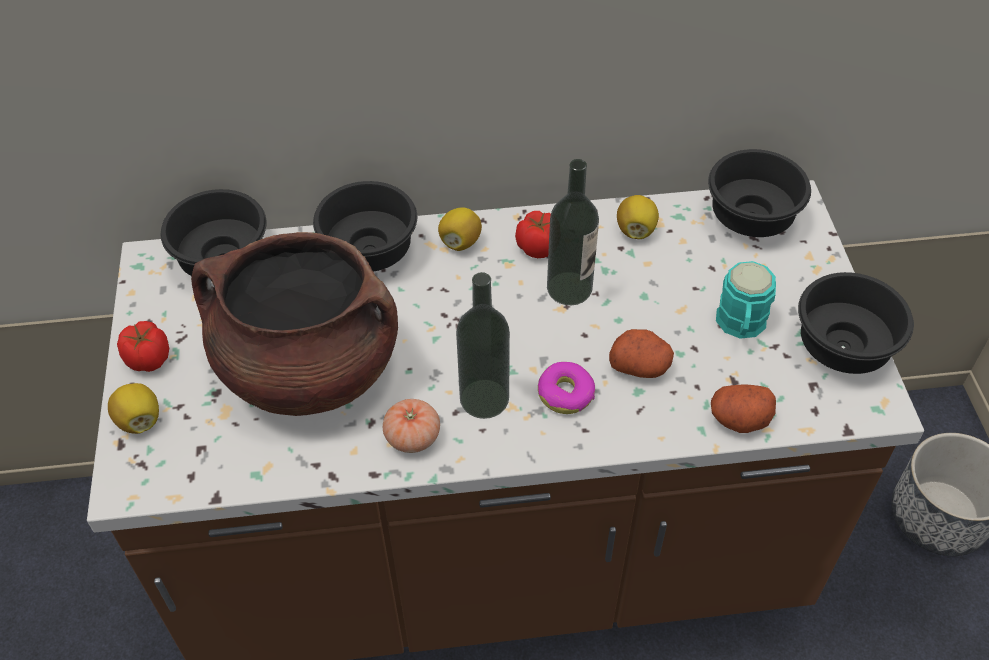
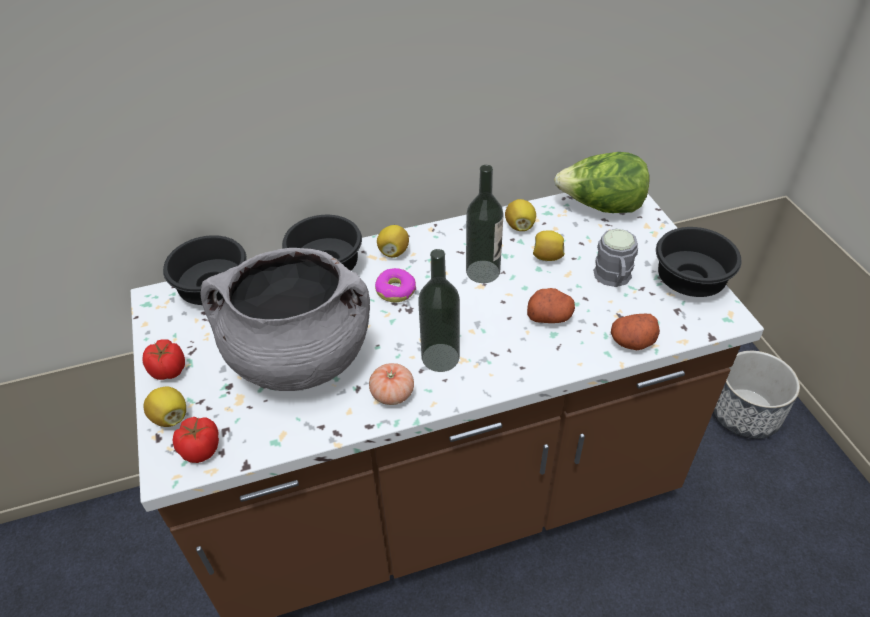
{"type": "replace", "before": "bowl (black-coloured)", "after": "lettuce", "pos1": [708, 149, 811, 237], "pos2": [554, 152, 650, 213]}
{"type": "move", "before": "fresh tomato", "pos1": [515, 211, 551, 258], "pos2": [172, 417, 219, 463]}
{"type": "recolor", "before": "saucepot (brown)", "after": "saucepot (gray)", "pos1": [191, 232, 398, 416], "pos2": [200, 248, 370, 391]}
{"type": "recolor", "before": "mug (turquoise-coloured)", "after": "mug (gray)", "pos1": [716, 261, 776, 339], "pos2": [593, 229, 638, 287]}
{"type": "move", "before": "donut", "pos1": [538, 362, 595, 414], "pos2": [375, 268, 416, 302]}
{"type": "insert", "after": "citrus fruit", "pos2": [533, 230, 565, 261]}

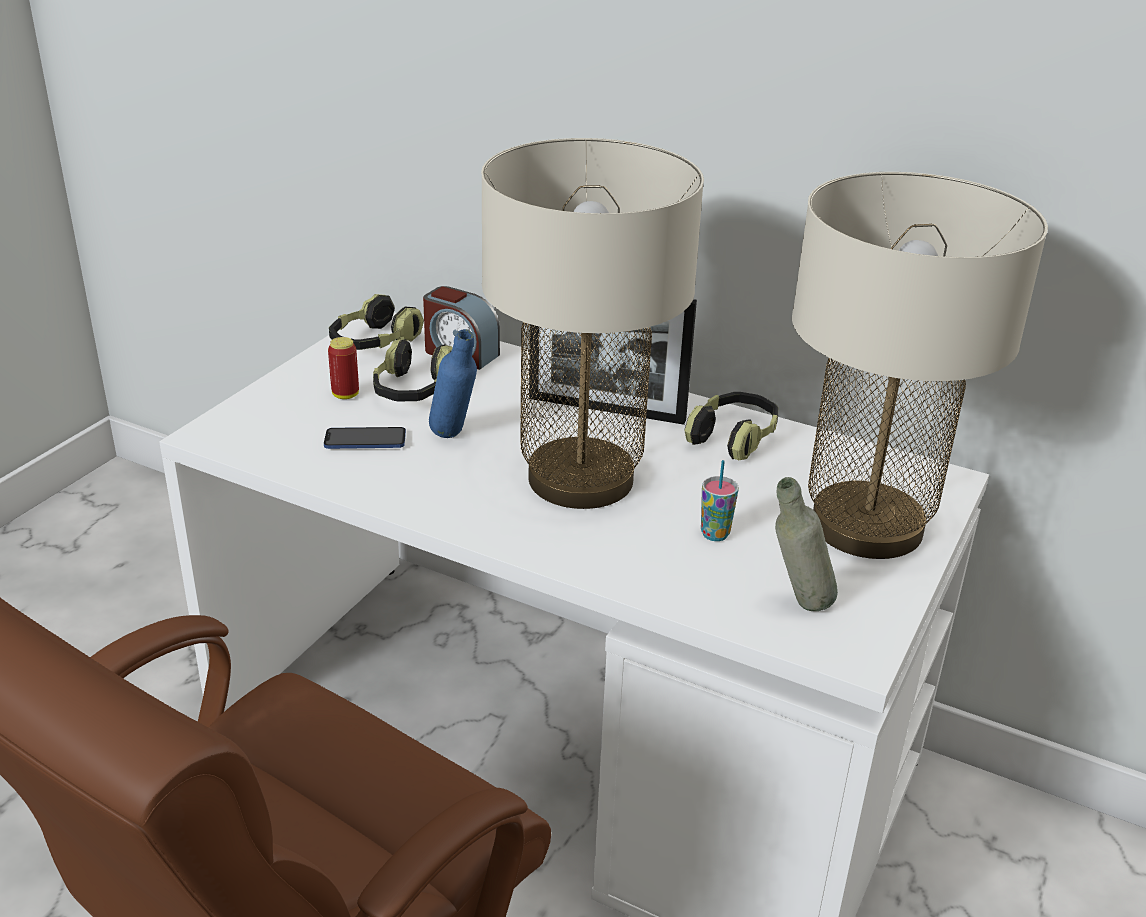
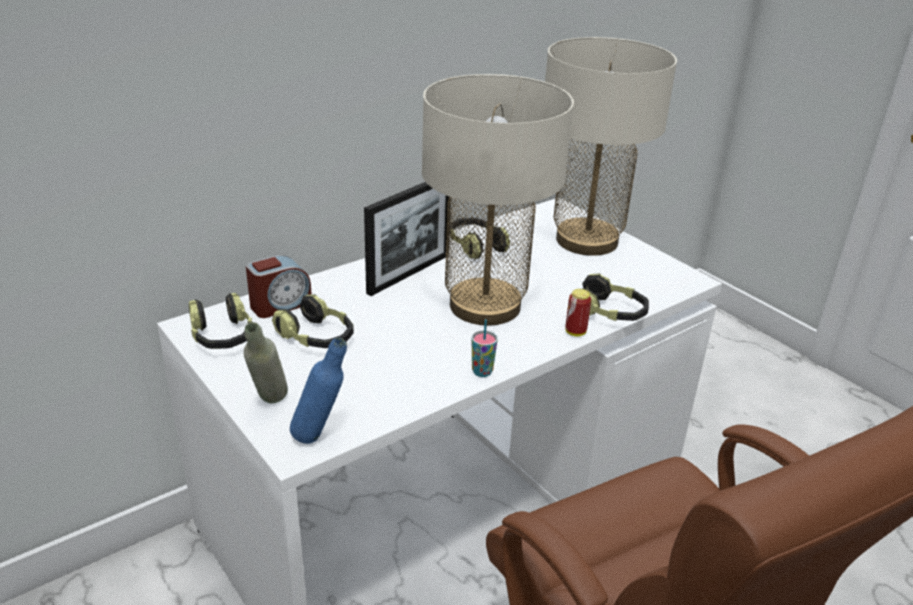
{"type": "move", "before": "beverage bottle (blue)", "pos1": [429, 329, 477, 438], "pos2": [290, 337, 347, 444]}
{"type": "move", "before": "sealed can", "pos1": [328, 337, 359, 399], "pos2": [565, 289, 591, 336]}
{"type": "delete", "before": "handset", "pos1": [324, 427, 406, 449]}
{"type": "move", "before": "drinking cup", "pos1": [701, 460, 739, 541], "pos2": [472, 319, 498, 377]}
{"type": "move", "before": "beverage bottle (gray)", "pos1": [775, 477, 838, 611], "pos2": [244, 322, 288, 403]}
{"type": "insert", "after": "pair of headphones", "pos2": [582, 273, 649, 321]}

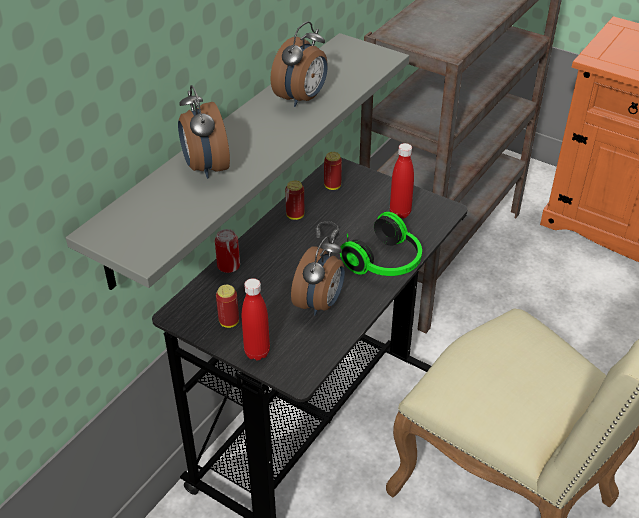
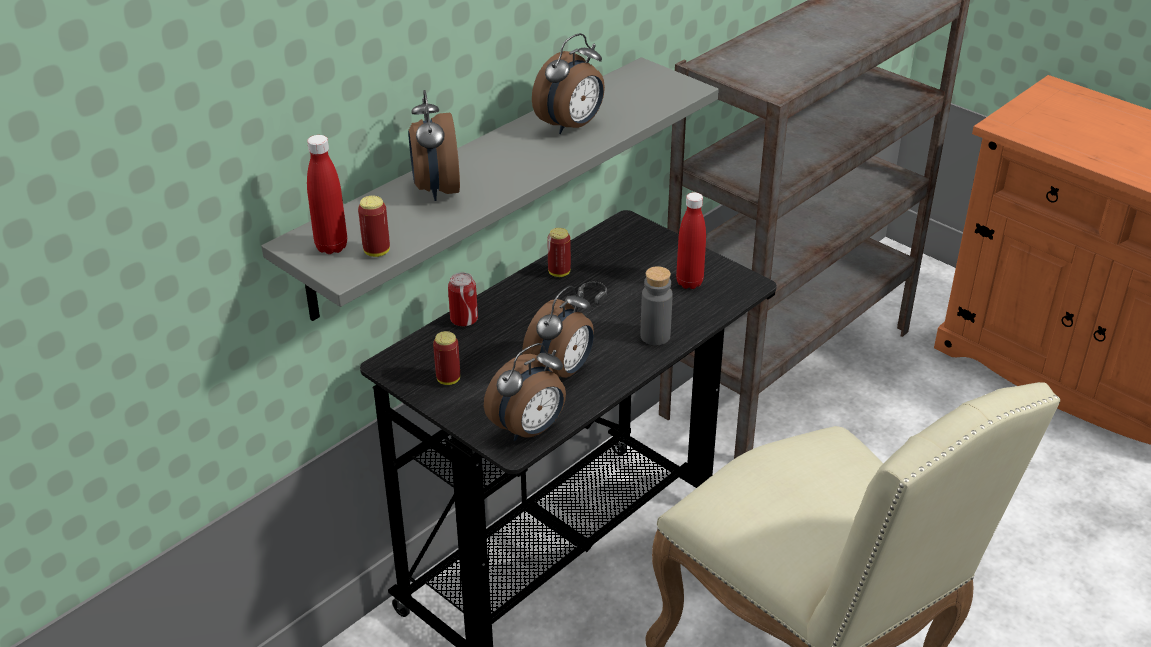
{"type": "move", "before": "sealed can", "pos1": [324, 152, 342, 190], "pos2": [358, 196, 390, 257]}
{"type": "replace", "before": "pair of headphones", "after": "beverage bottle (gray)", "pos1": [340, 212, 422, 276], "pos2": [641, 266, 673, 345]}
{"type": "move", "before": "beverage bottle (reddish)", "pos1": [242, 278, 270, 360], "pos2": [307, 135, 347, 254]}
{"type": "insert", "after": "table clock", "pos2": [484, 343, 566, 441]}

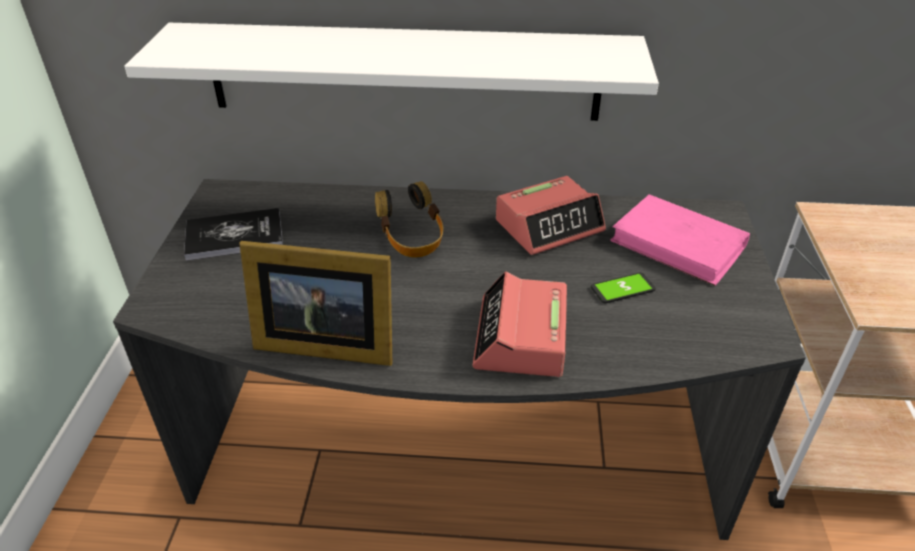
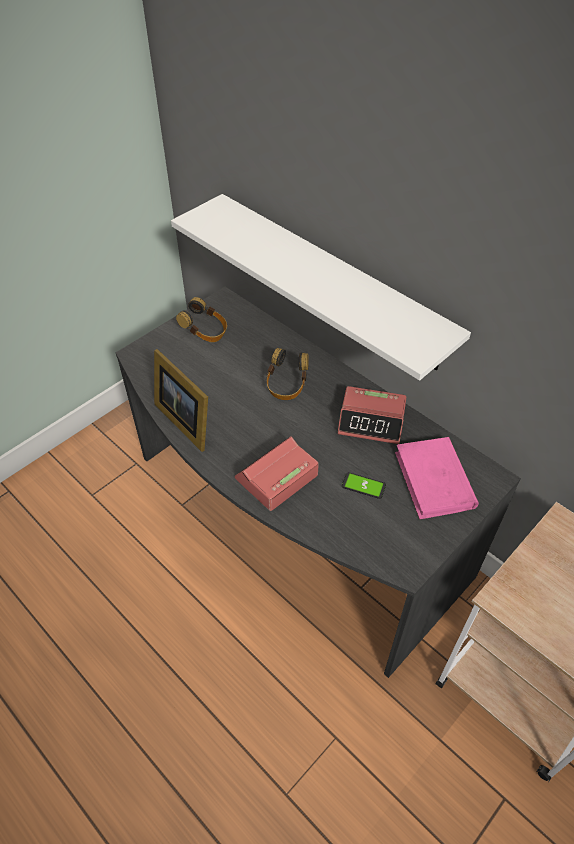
{"type": "replace", "before": "volume", "after": "pair of headphones", "pos1": [184, 208, 283, 261], "pos2": [176, 297, 227, 342]}

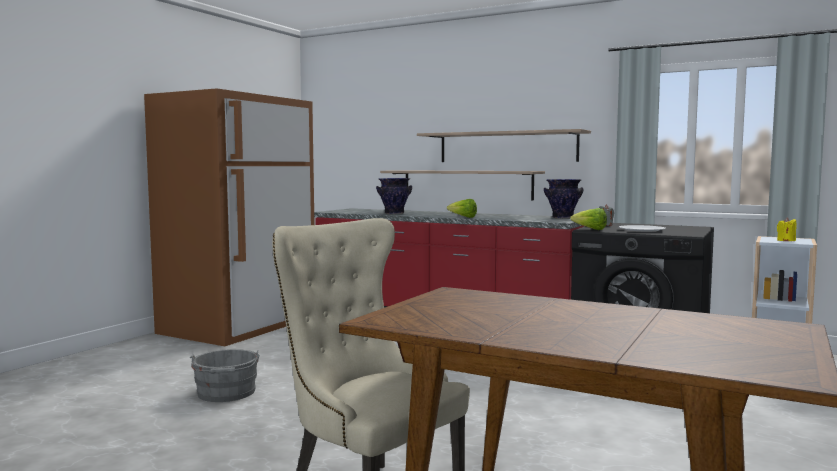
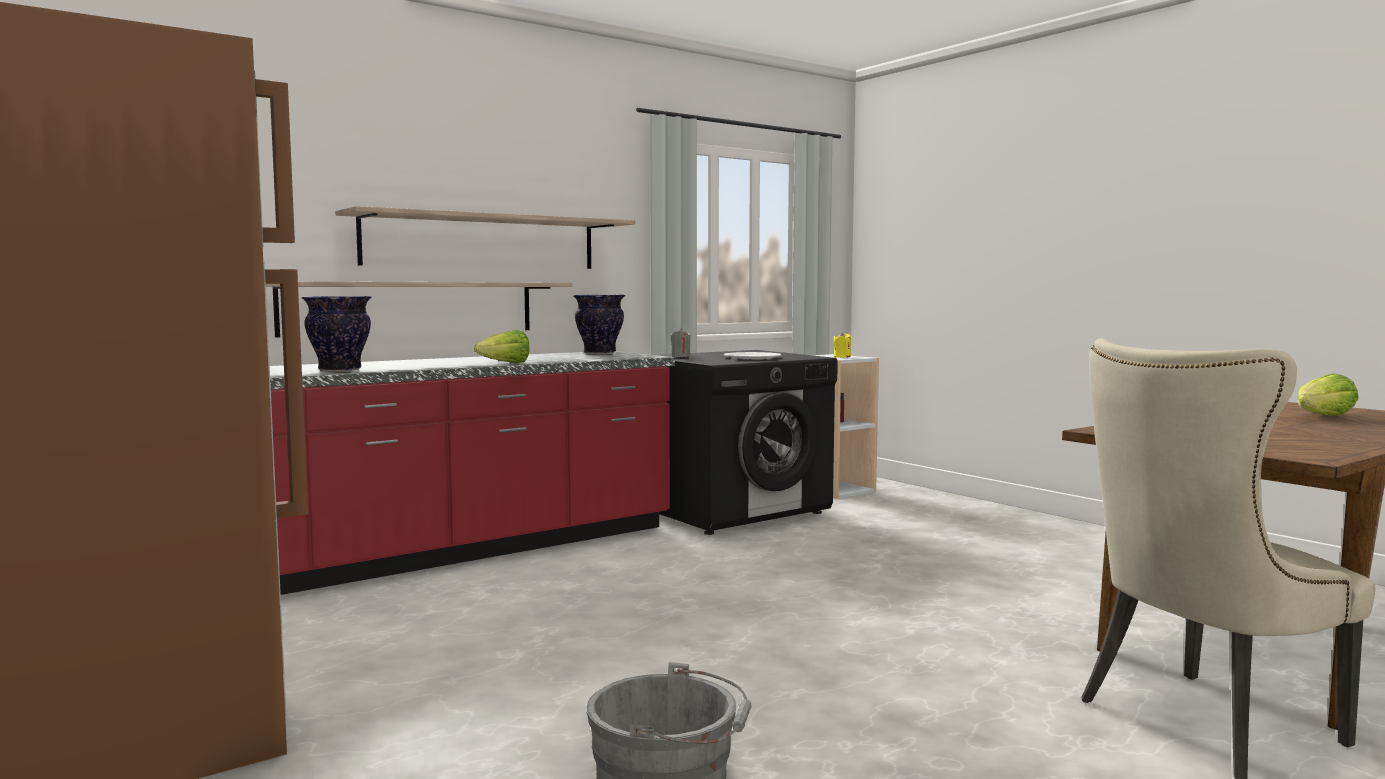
{"type": "move", "before": "lettuce", "pos1": [570, 208, 607, 230], "pos2": [1298, 373, 1359, 416]}

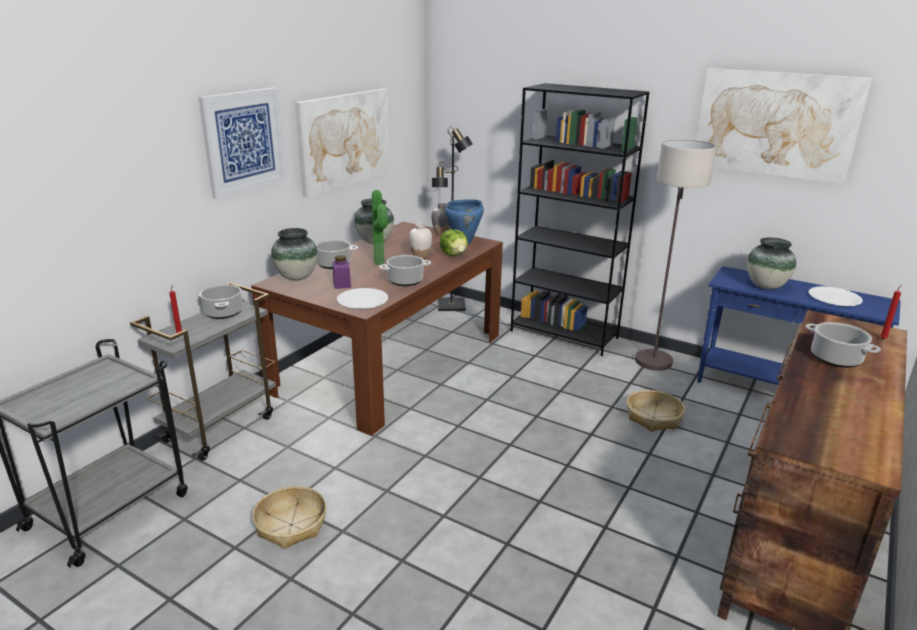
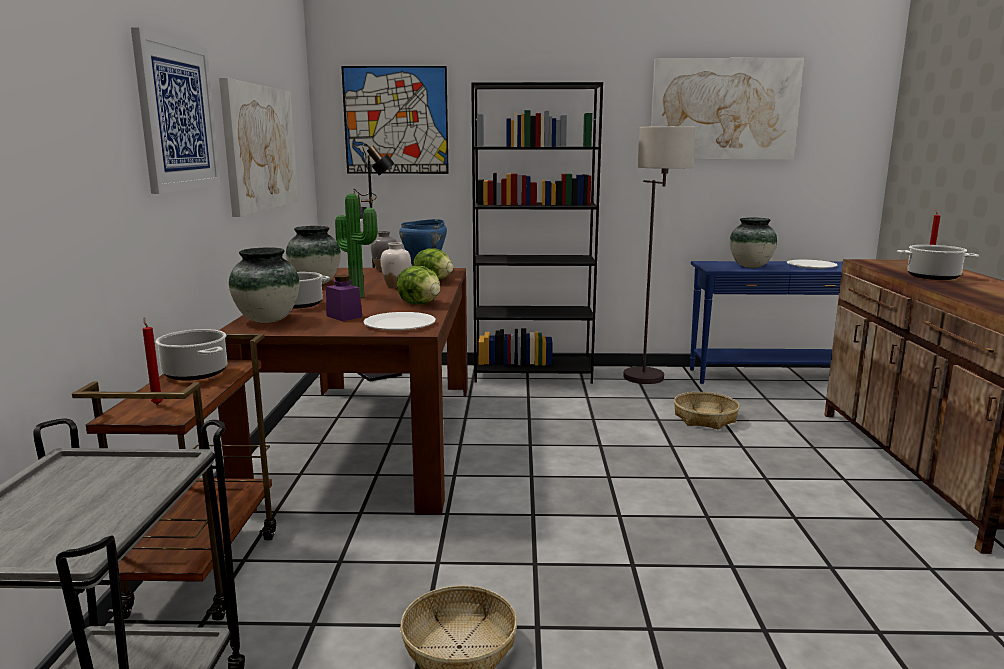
{"type": "replace", "before": "saucepot", "after": "lettuce", "pos1": [379, 255, 431, 286], "pos2": [397, 266, 440, 305]}
{"type": "recolor", "before": "cart (gray)", "after": "cart (brown)", "pos1": [130, 282, 276, 461], "pos2": [72, 333, 276, 621]}
{"type": "insert", "after": "wall art", "pos2": [341, 66, 449, 174]}

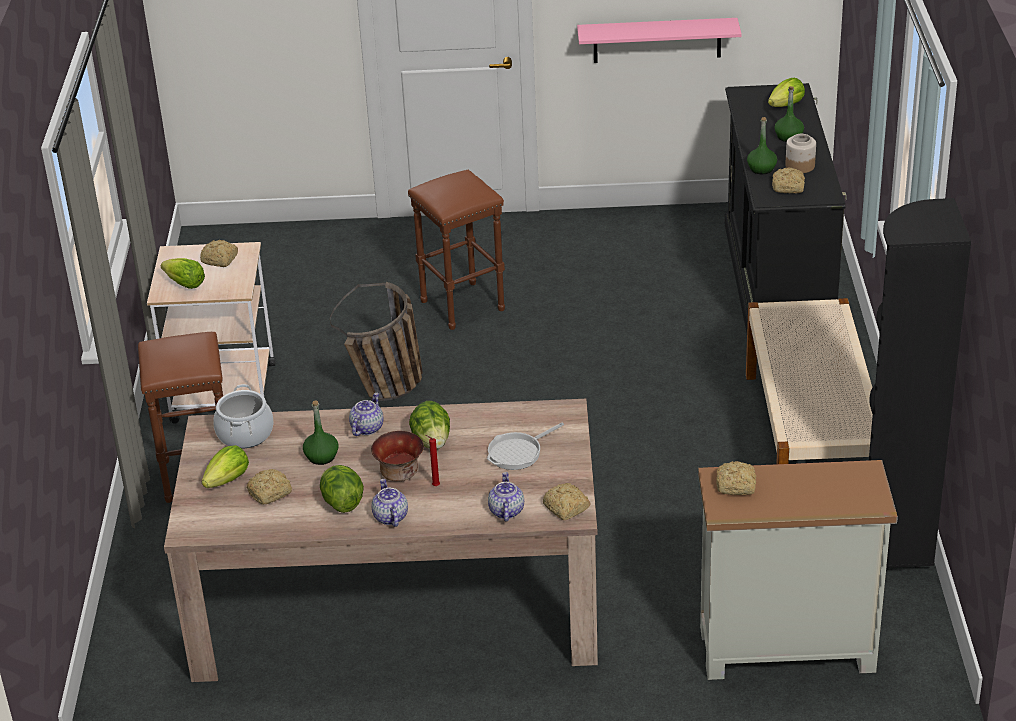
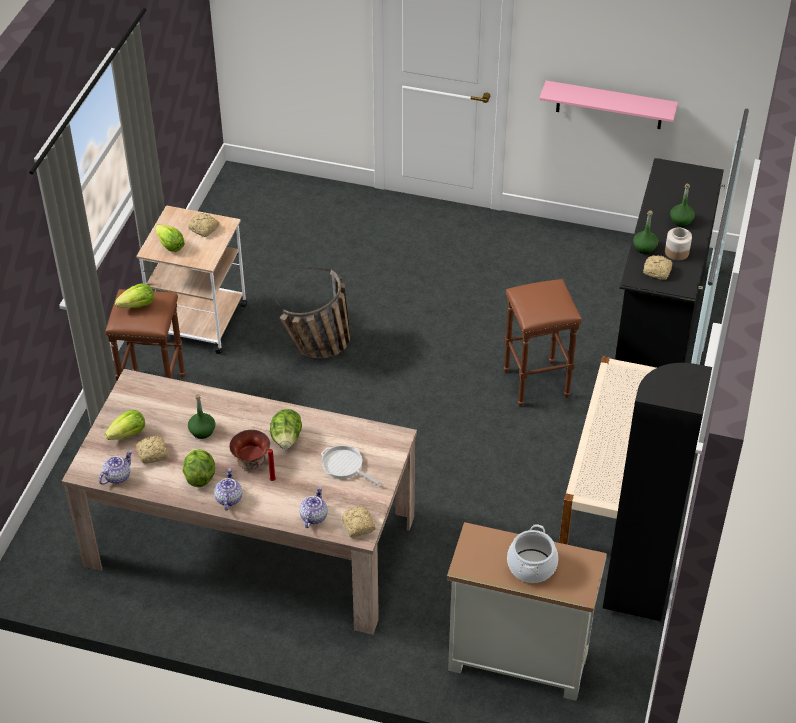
{"type": "move", "before": "lettuce", "pos1": [768, 78, 805, 107], "pos2": [115, 283, 154, 308]}
{"type": "move", "before": "sitting stool (brown)", "pos1": [408, 170, 505, 330], "pos2": [504, 279, 582, 406]}
{"type": "move", "before": "saucepot", "pos1": [213, 384, 274, 449], "pos2": [507, 524, 558, 583]}
{"type": "move", "before": "pot for tea", "pos1": [349, 393, 384, 436], "pos2": [99, 450, 132, 485]}
{"type": "rotate", "before": "frying pan", "pos1": [487, 423, 564, 470], "pos2": [321, 445, 382, 486], "turn": 60}
{"type": "delete", "before": "bakery bread", "pos1": [716, 461, 756, 495]}

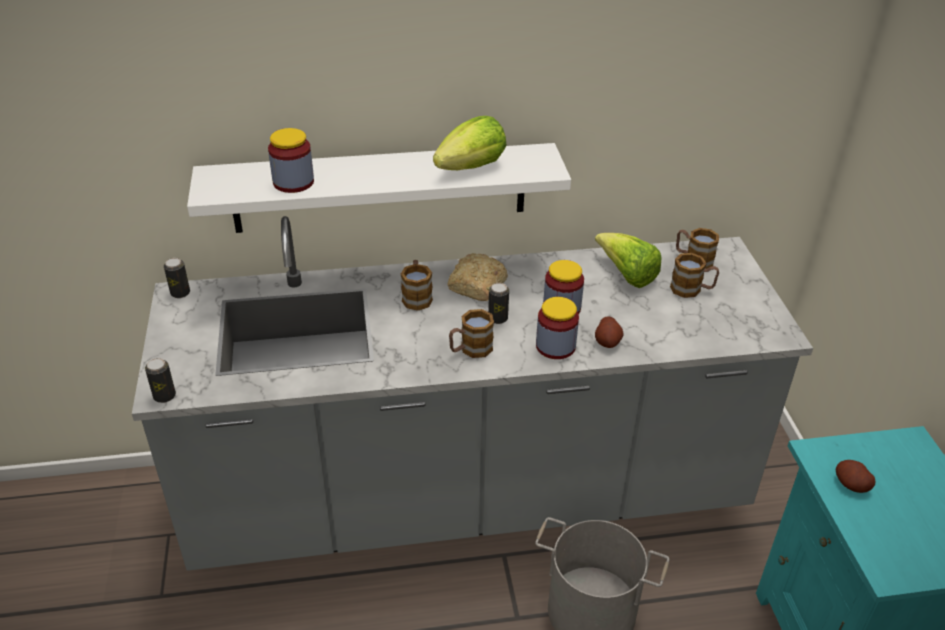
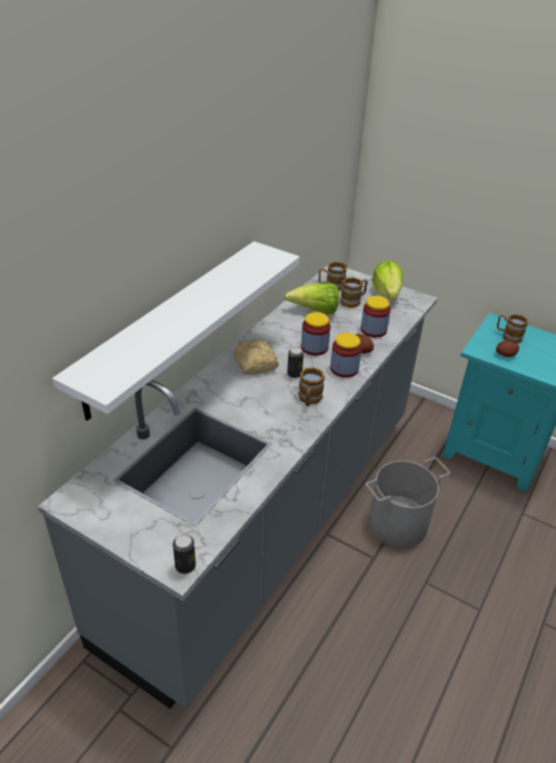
{"type": "move", "before": "lettuce", "pos1": [433, 116, 506, 170], "pos2": [372, 260, 403, 299]}
{"type": "move", "before": "preserve jar", "pos1": [268, 128, 314, 193], "pos2": [361, 296, 391, 337]}
{"type": "delete", "before": "sealed can", "pos1": [164, 258, 190, 298]}
{"type": "move", "before": "mug", "pos1": [401, 260, 433, 311], "pos2": [497, 314, 528, 343]}

